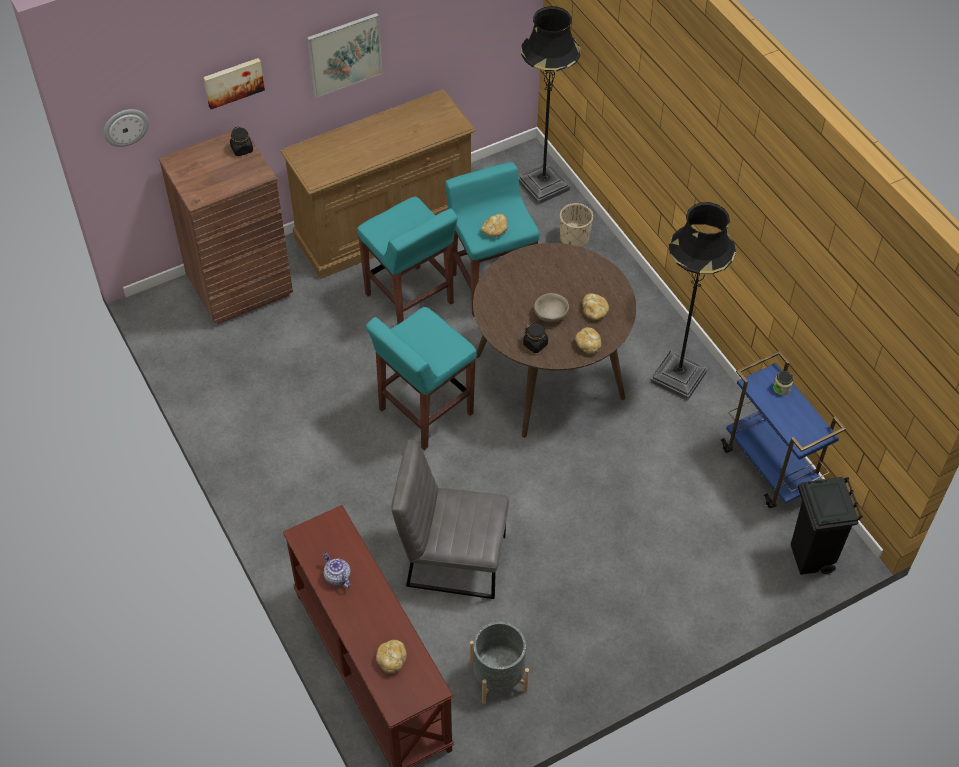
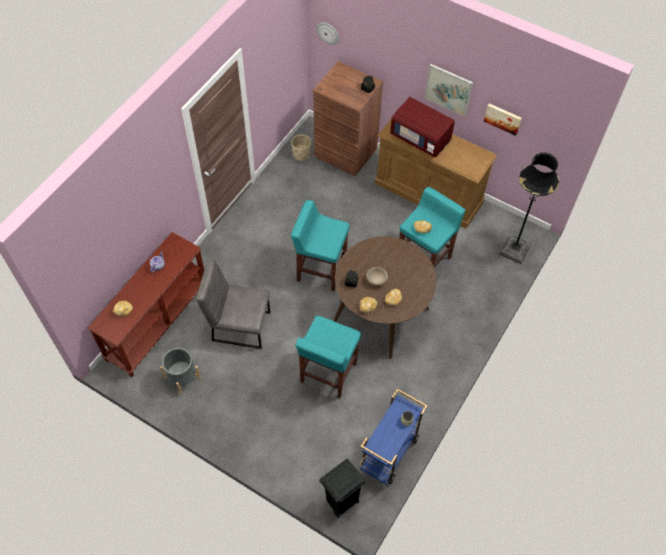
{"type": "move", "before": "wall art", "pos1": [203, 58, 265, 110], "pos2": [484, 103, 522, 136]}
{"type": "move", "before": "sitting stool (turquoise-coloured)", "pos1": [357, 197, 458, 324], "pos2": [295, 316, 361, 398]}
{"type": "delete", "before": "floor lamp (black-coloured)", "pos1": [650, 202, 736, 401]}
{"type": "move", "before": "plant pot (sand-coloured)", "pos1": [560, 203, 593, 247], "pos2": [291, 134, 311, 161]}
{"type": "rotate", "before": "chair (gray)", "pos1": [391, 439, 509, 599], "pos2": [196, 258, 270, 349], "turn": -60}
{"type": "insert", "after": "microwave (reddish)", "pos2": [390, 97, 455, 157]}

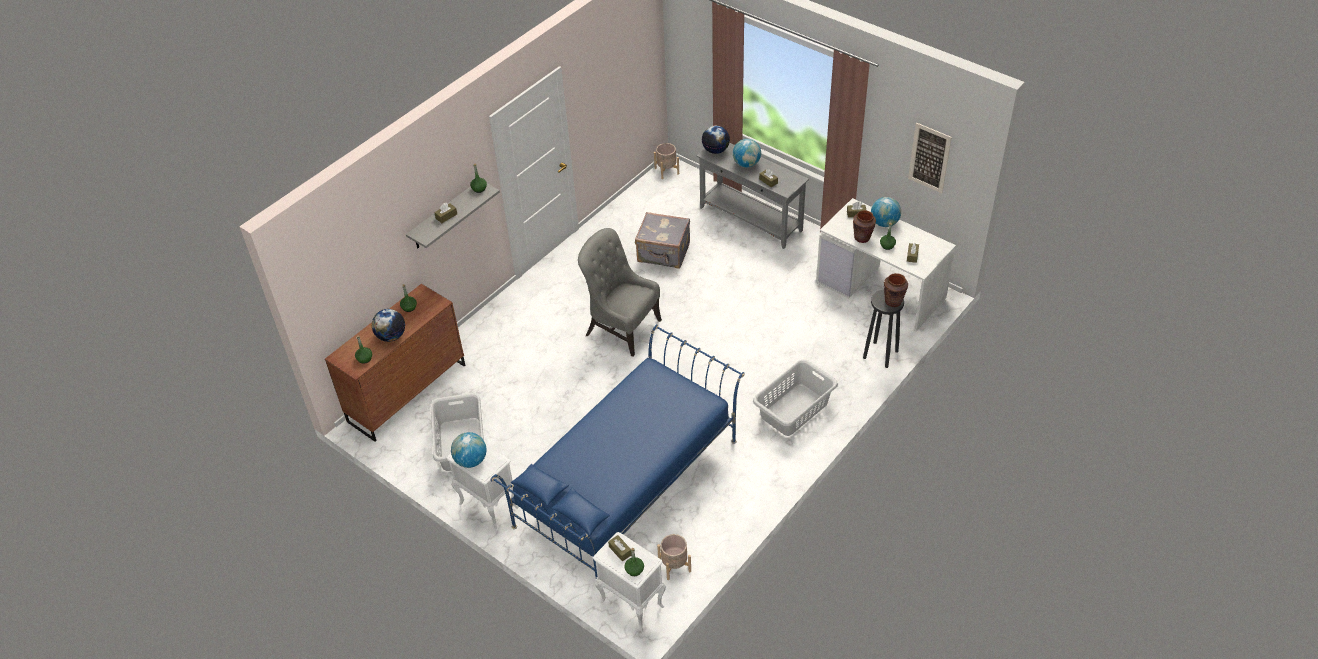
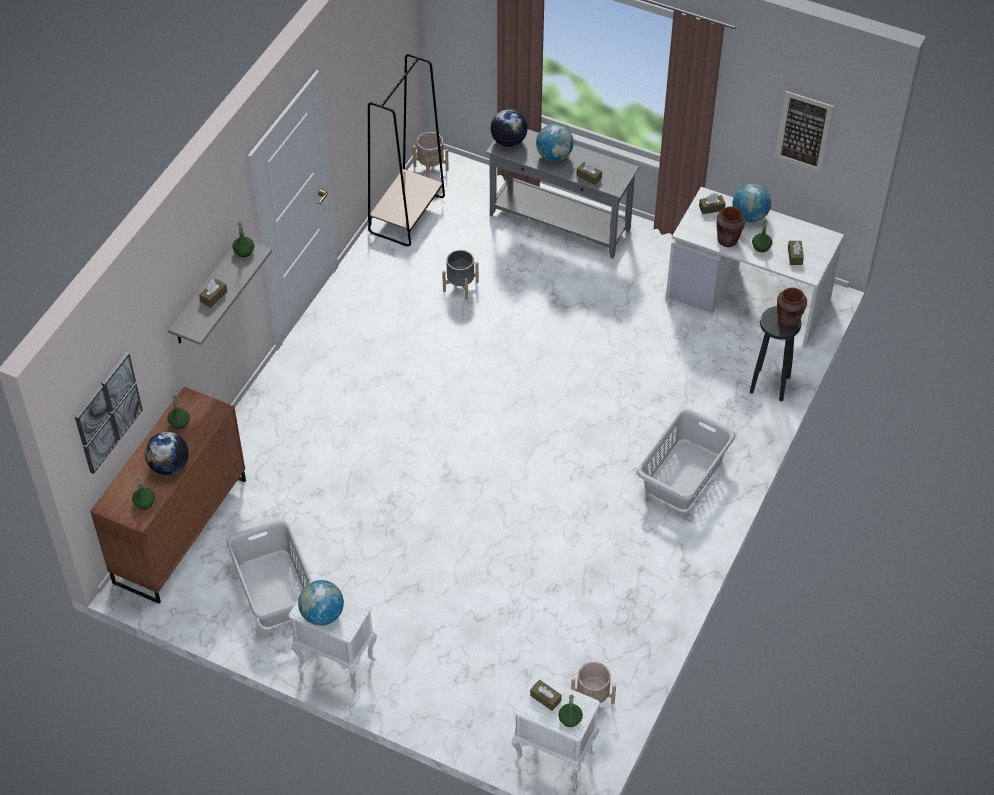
{"type": "replace", "before": "suitcase (gray)", "after": "plant pot (gray)", "pos1": [635, 212, 690, 269], "pos2": [442, 250, 479, 300]}
{"type": "delete", "before": "chair (gray)", "pos1": [578, 228, 662, 357]}
{"type": "delete", "before": "bedroom bed (blue)", "pos1": [490, 324, 744, 578]}
{"type": "insert", "after": "garment rack", "pos2": [368, 54, 445, 246]}
{"type": "insert", "after": "wall art", "pos2": [75, 352, 143, 474]}

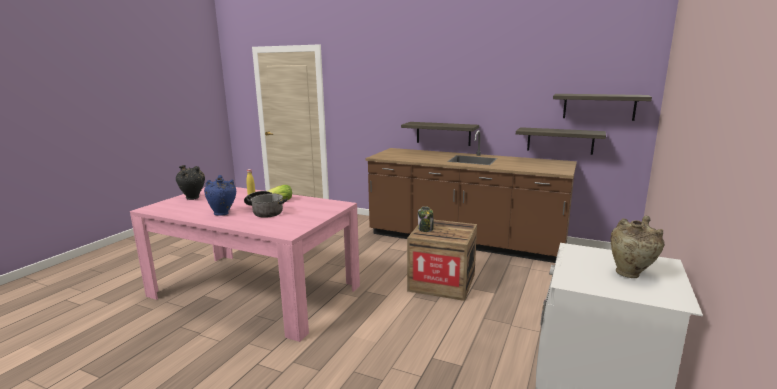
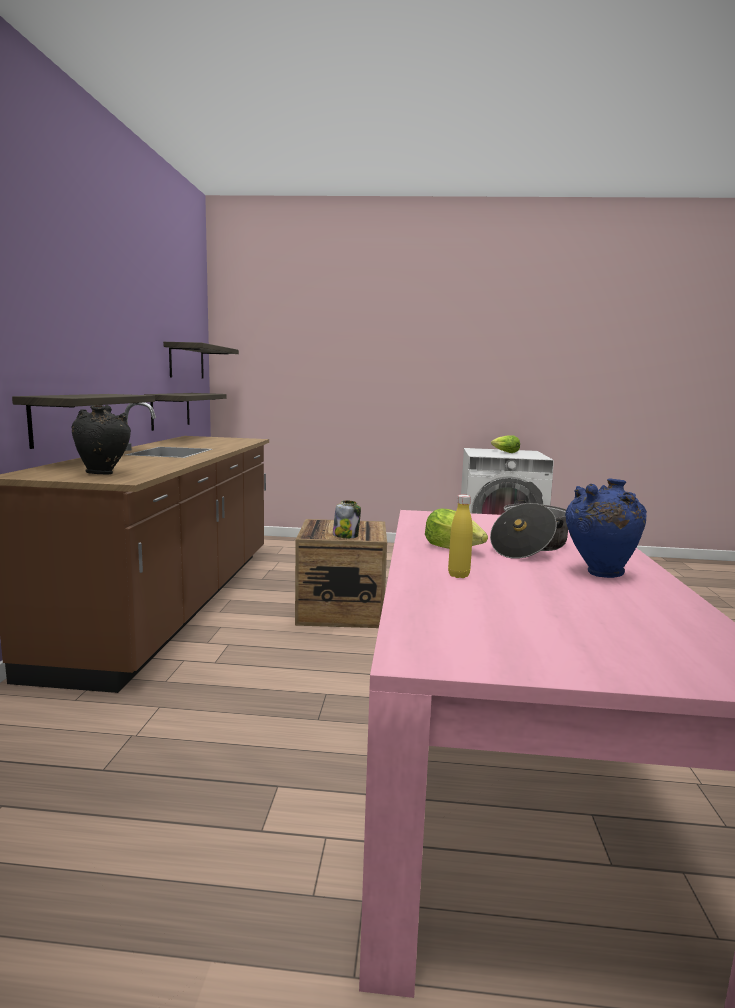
{"type": "move", "before": "decorative vase (black-coloured)", "pos1": [176, 165, 205, 200], "pos2": [71, 405, 131, 474]}
{"type": "replace", "before": "decorative vase (sand-coloured)", "after": "lettuce", "pos1": [611, 216, 664, 278], "pos2": [491, 435, 520, 453]}

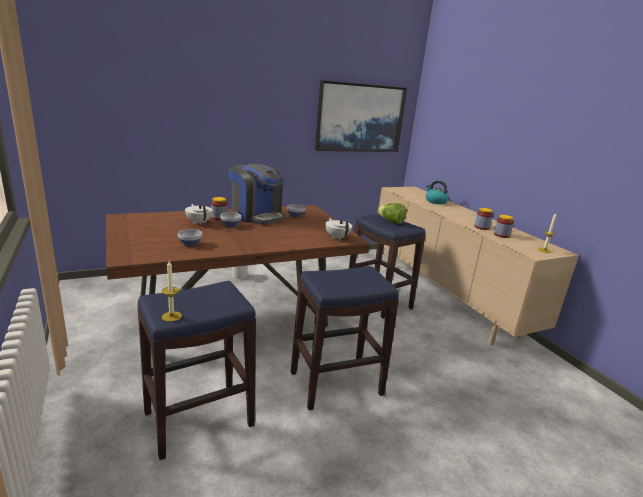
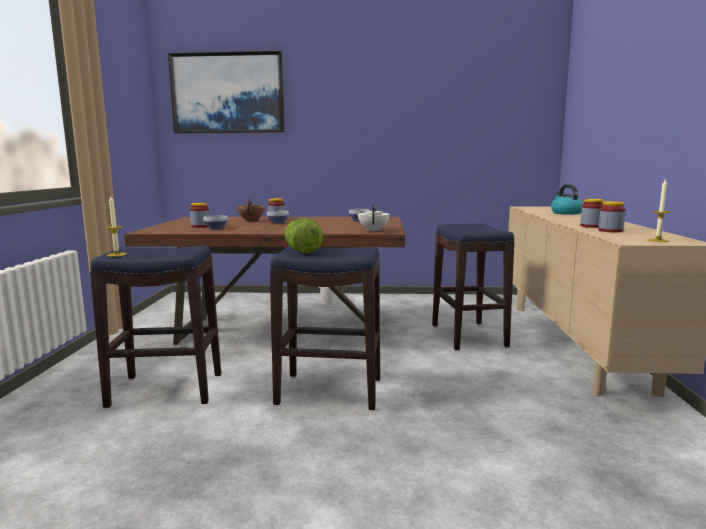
{"type": "move", "before": "wall art", "pos1": [315, 80, 407, 152], "pos2": [168, 51, 285, 133]}
{"type": "delete", "before": "coffee brewer", "pos1": [229, 164, 285, 224]}
{"type": "move", "before": "lettuce", "pos1": [378, 203, 407, 224], "pos2": [284, 218, 323, 254]}
{"type": "recolor", "before": "pot for tea (white)", "after": "pot for tea (brown)", "pos1": [185, 204, 213, 225], "pos2": [237, 198, 265, 222]}
{"type": "insert", "after": "preserve jar", "pos2": [190, 203, 209, 228]}

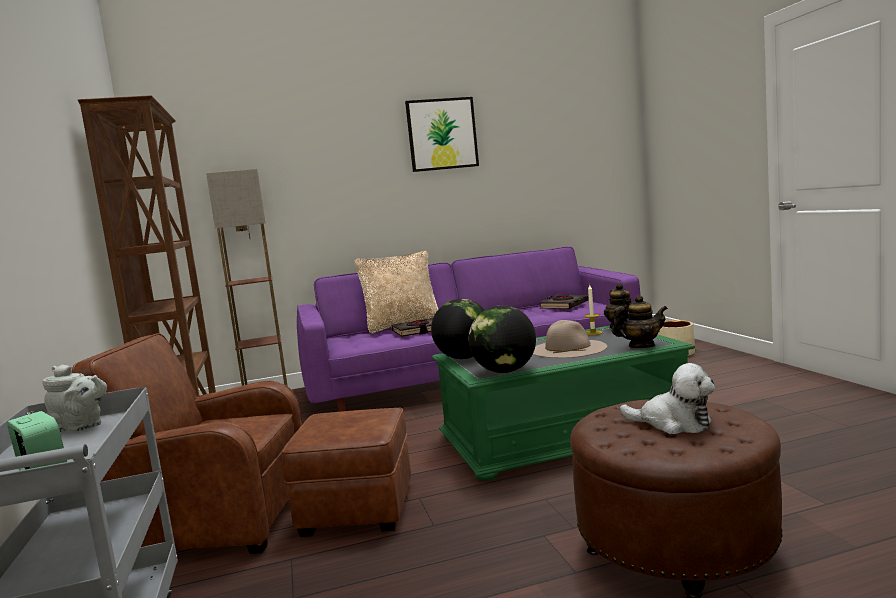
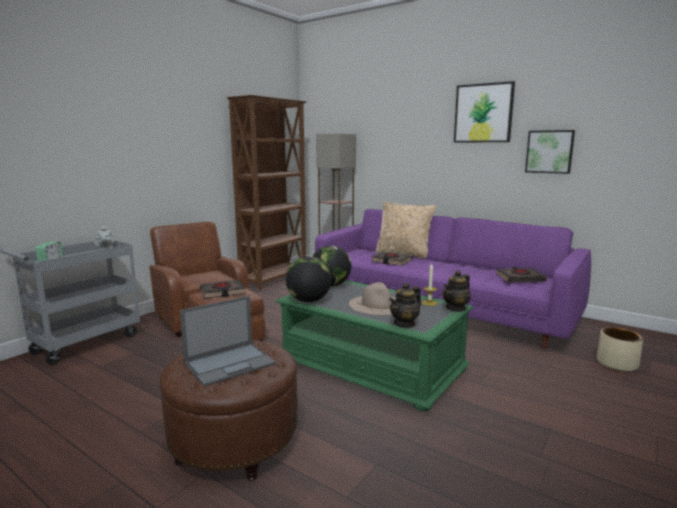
{"type": "rotate", "before": "pot for tea", "pos1": [612, 295, 668, 348], "pos2": [389, 282, 421, 328], "turn": 90}
{"type": "replace", "before": "plush toy", "after": "portable computer", "pos1": [620, 363, 715, 434], "pos2": [180, 296, 276, 387]}
{"type": "insert", "after": "wall art", "pos2": [525, 130, 575, 174]}
{"type": "insert", "after": "volume (black-coloured)", "pos2": [200, 280, 245, 299]}

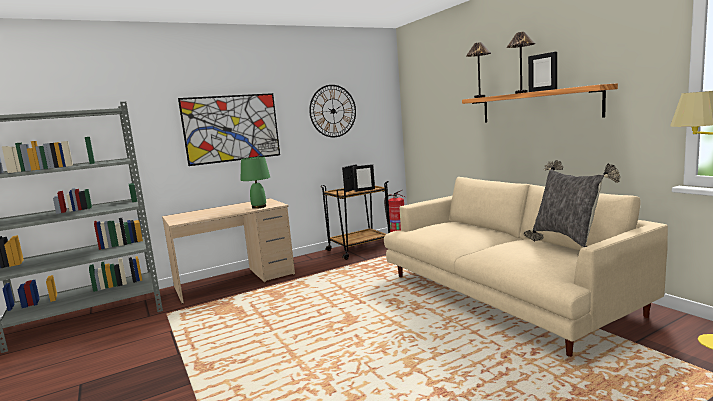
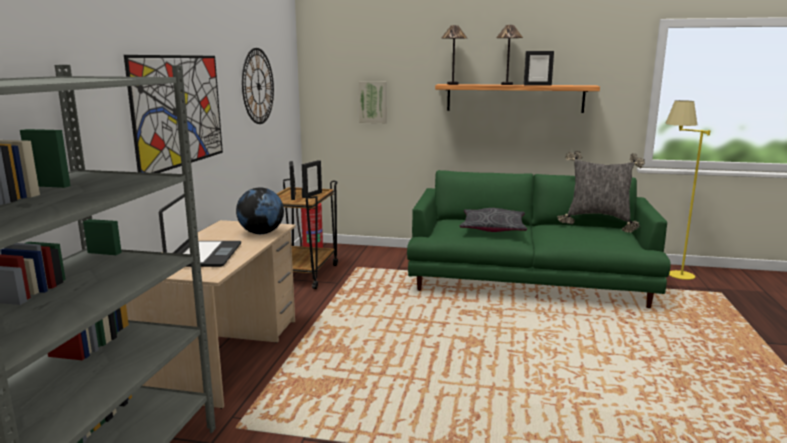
{"type": "replace", "before": "table lamp (green)", "after": "globe", "pos1": [241, 157, 270, 209], "pos2": [236, 187, 284, 234]}
{"type": "recolor", "before": "settee (sand-coloured)", "after": "settee (green)", "pos1": [384, 177, 668, 357], "pos2": [407, 170, 671, 308]}
{"type": "insert", "after": "wall art", "pos2": [359, 81, 387, 123]}
{"type": "insert", "after": "portable computer", "pos2": [159, 194, 241, 267]}
{"type": "insert", "after": "cushion (gray)", "pos2": [460, 208, 527, 232]}

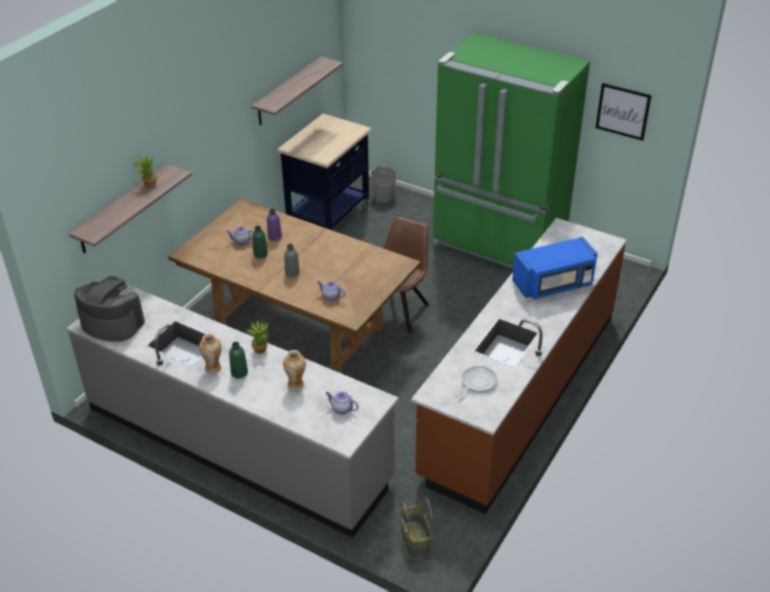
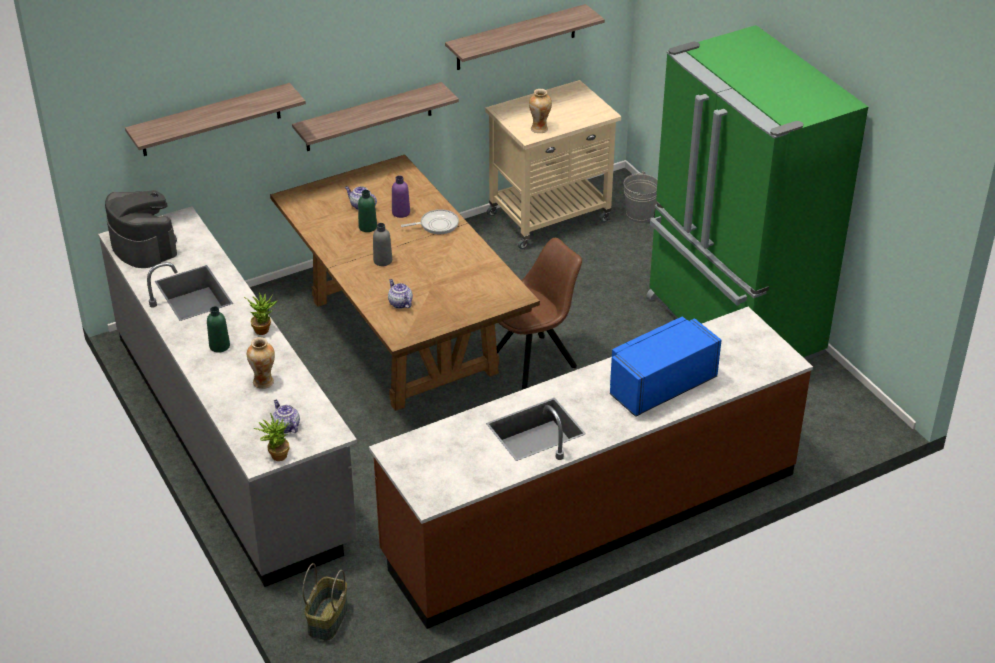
{"type": "delete", "before": "wall art", "pos1": [595, 83, 652, 141]}
{"type": "recolor", "before": "cart (blue)", "after": "cart (sand-coloured)", "pos1": [277, 114, 371, 230], "pos2": [485, 80, 621, 250]}
{"type": "move", "before": "plant in a pot", "pos1": [132, 154, 157, 187], "pos2": [254, 413, 289, 461]}
{"type": "rotate", "before": "microwave (blue)", "pos1": [512, 237, 598, 299], "pos2": [610, 317, 722, 417], "turn": 135}
{"type": "move", "before": "decorative vase", "pos1": [199, 334, 222, 374], "pos2": [529, 89, 552, 133]}
{"type": "move", "before": "frying pan", "pos1": [455, 366, 497, 398], "pos2": [401, 209, 459, 234]}
{"type": "insert", "after": "wall shelf", "pos2": [292, 82, 459, 151]}

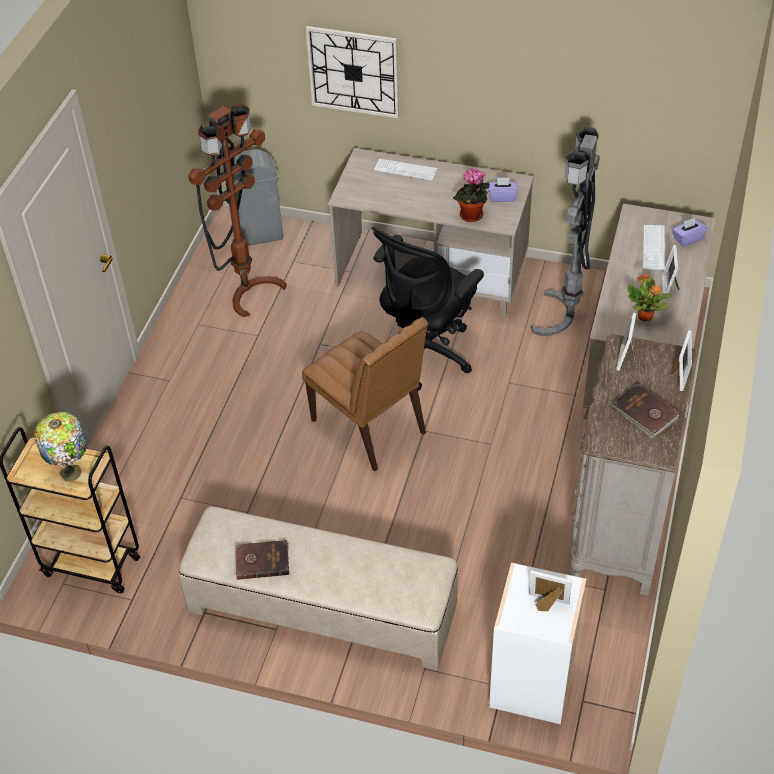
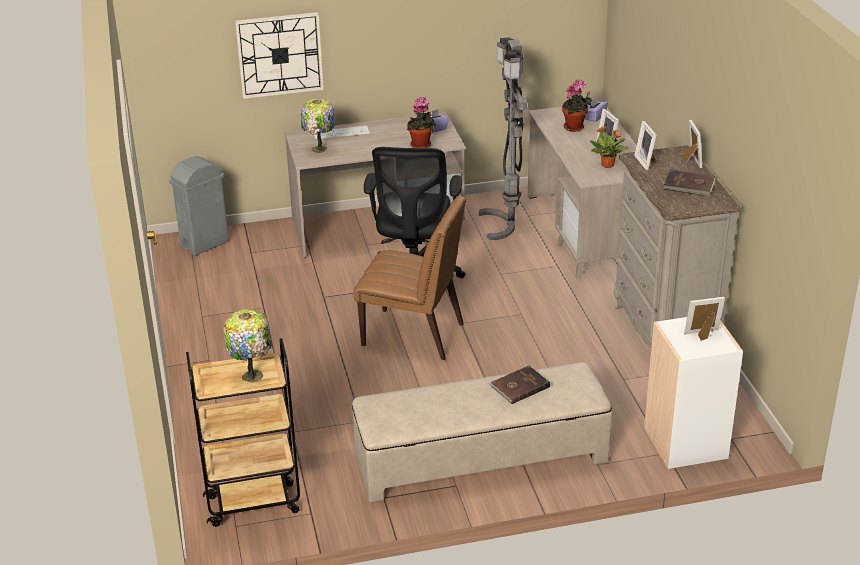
{"type": "delete", "before": "floor lamp (brown)", "pos1": [188, 103, 287, 317]}
{"type": "replace", "before": "keyboard", "after": "plant in a pot", "pos1": [643, 225, 665, 270], "pos2": [562, 79, 592, 132]}
{"type": "move", "before": "volume (brown)", "pos1": [234, 540, 289, 580], "pos2": [489, 366, 550, 404]}
{"type": "insert", "after": "table lamp", "pos2": [301, 99, 335, 153]}

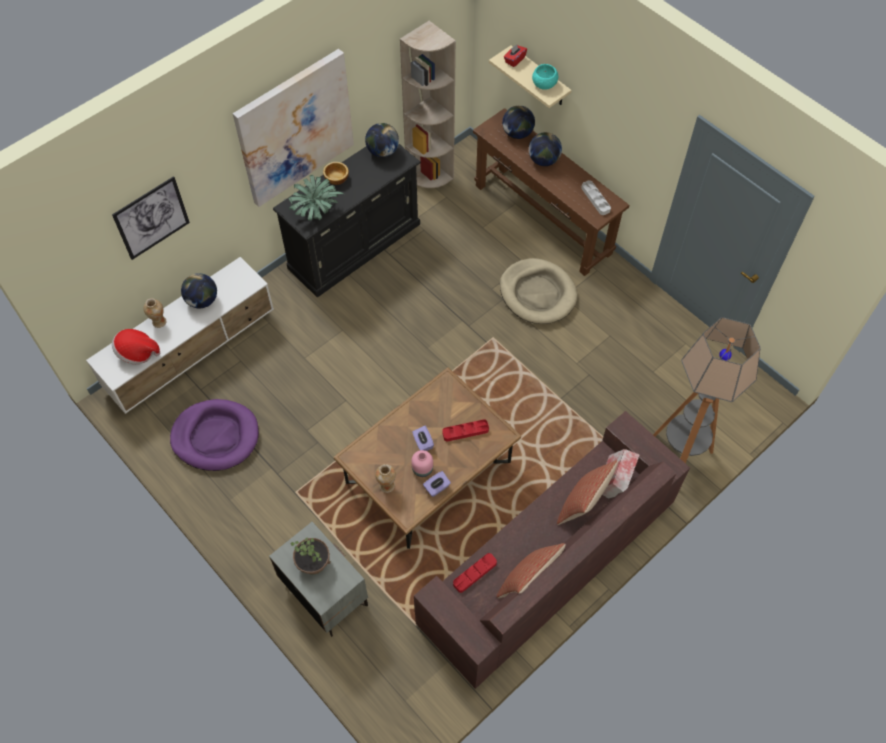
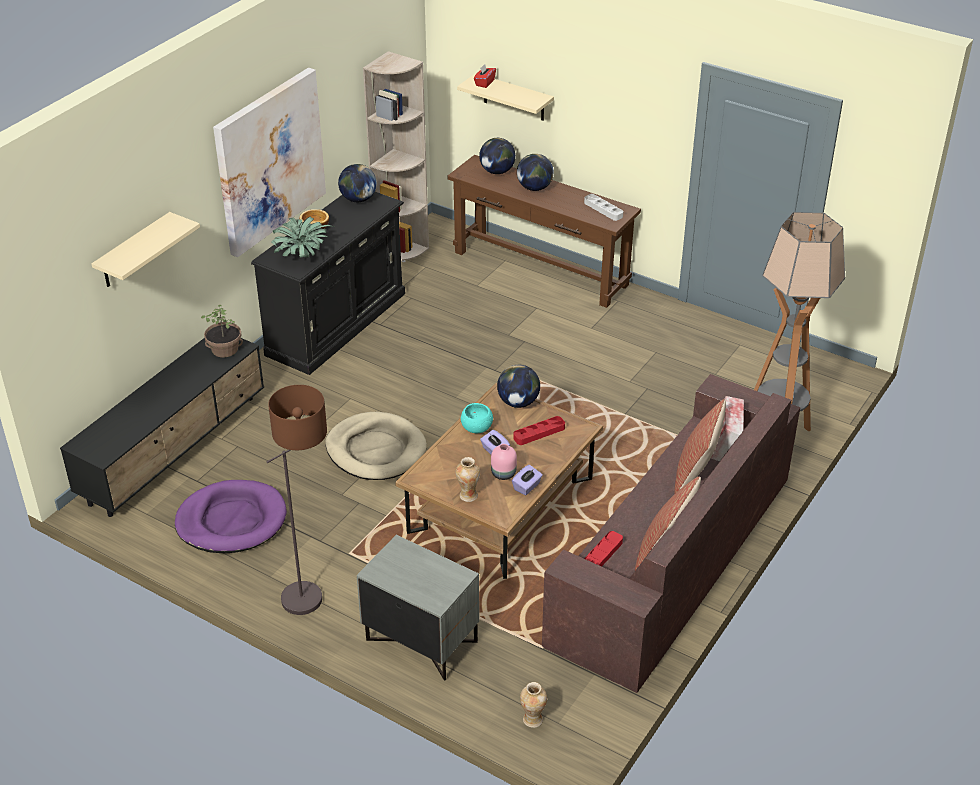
{"type": "move", "before": "bowl (turquoise-coloured)", "pos1": [532, 64, 558, 90], "pos2": [461, 403, 493, 433]}
{"type": "replace", "before": "wall art", "after": "wall shelf (sand-coloured)", "pos1": [112, 176, 190, 260], "pos2": [91, 212, 200, 287]}
{"type": "recolor", "before": "tv stand (white)", "after": "tv stand (black-coloured)", "pos1": [86, 257, 274, 414], "pos2": [60, 338, 264, 517]}
{"type": "move", "before": "pet bed (sand-coloured)", "pos1": [500, 258, 577, 324], "pos2": [325, 412, 427, 480]}
{"type": "move", "before": "globe", "pos1": [181, 273, 217, 308], "pos2": [497, 365, 540, 408]}
{"type": "move", "before": "decorative vase", "pos1": [144, 298, 167, 328], "pos2": [520, 682, 547, 728]}
{"type": "delete", "before": "clothing hat", "pos1": [112, 329, 161, 364]}
{"type": "move", "before": "plant in a pot", "pos1": [291, 538, 331, 574], "pos2": [201, 304, 243, 358]}
{"type": "insert", "after": "floor lamp (brown)", "pos2": [266, 385, 327, 615]}

